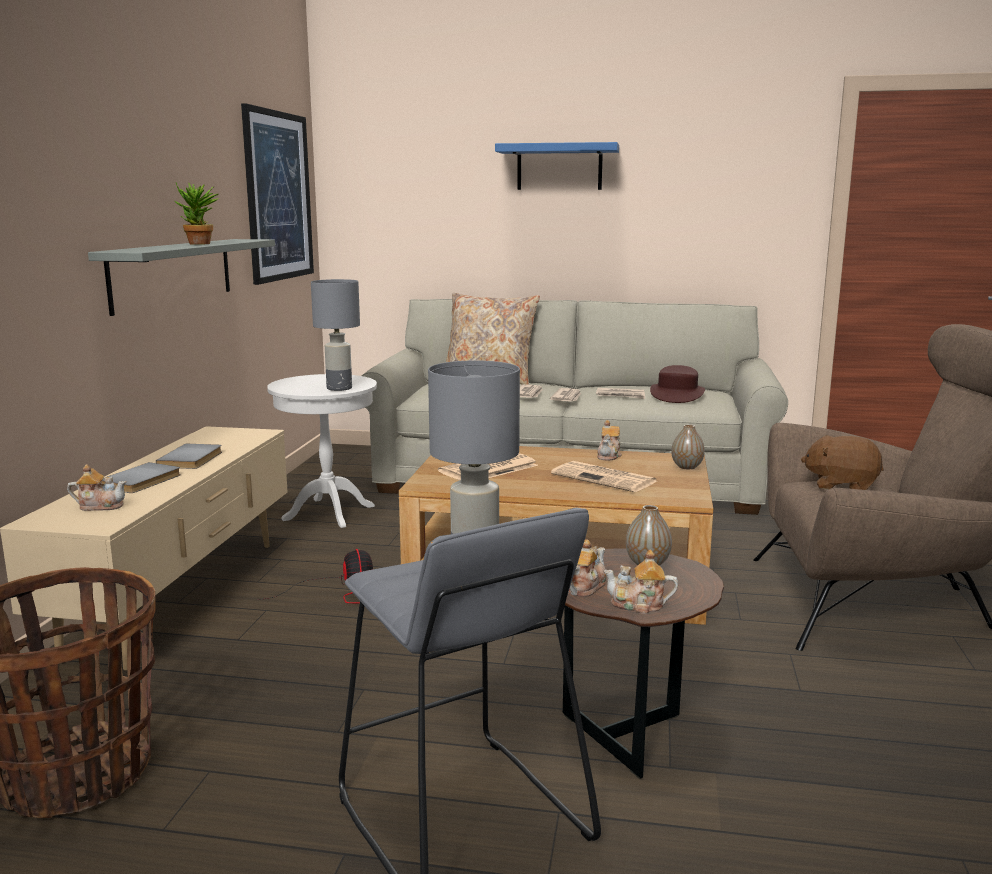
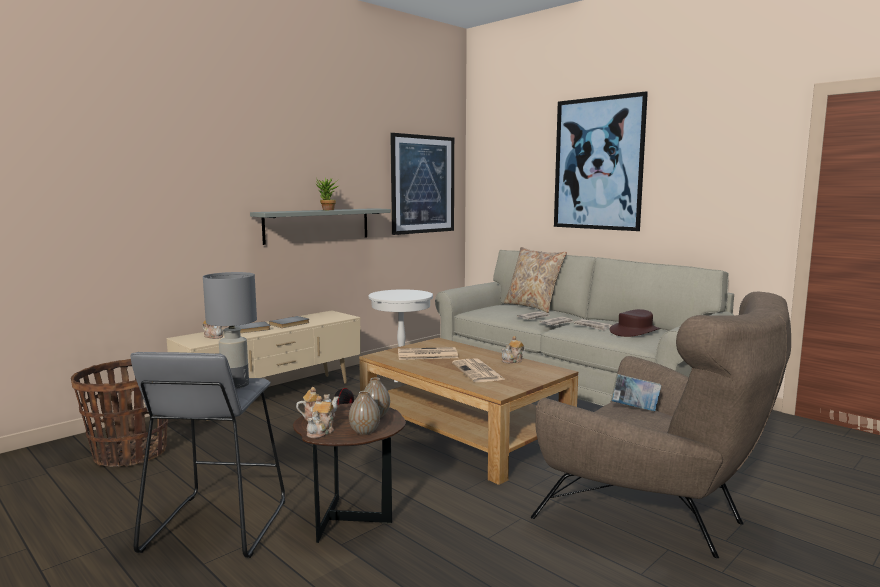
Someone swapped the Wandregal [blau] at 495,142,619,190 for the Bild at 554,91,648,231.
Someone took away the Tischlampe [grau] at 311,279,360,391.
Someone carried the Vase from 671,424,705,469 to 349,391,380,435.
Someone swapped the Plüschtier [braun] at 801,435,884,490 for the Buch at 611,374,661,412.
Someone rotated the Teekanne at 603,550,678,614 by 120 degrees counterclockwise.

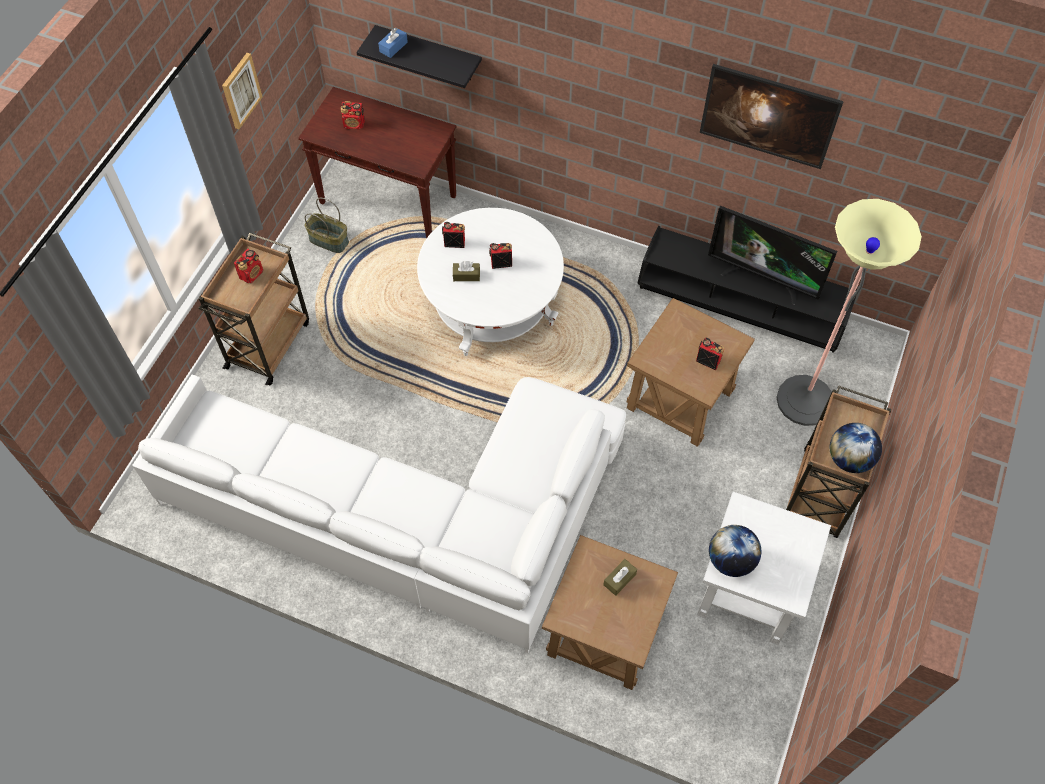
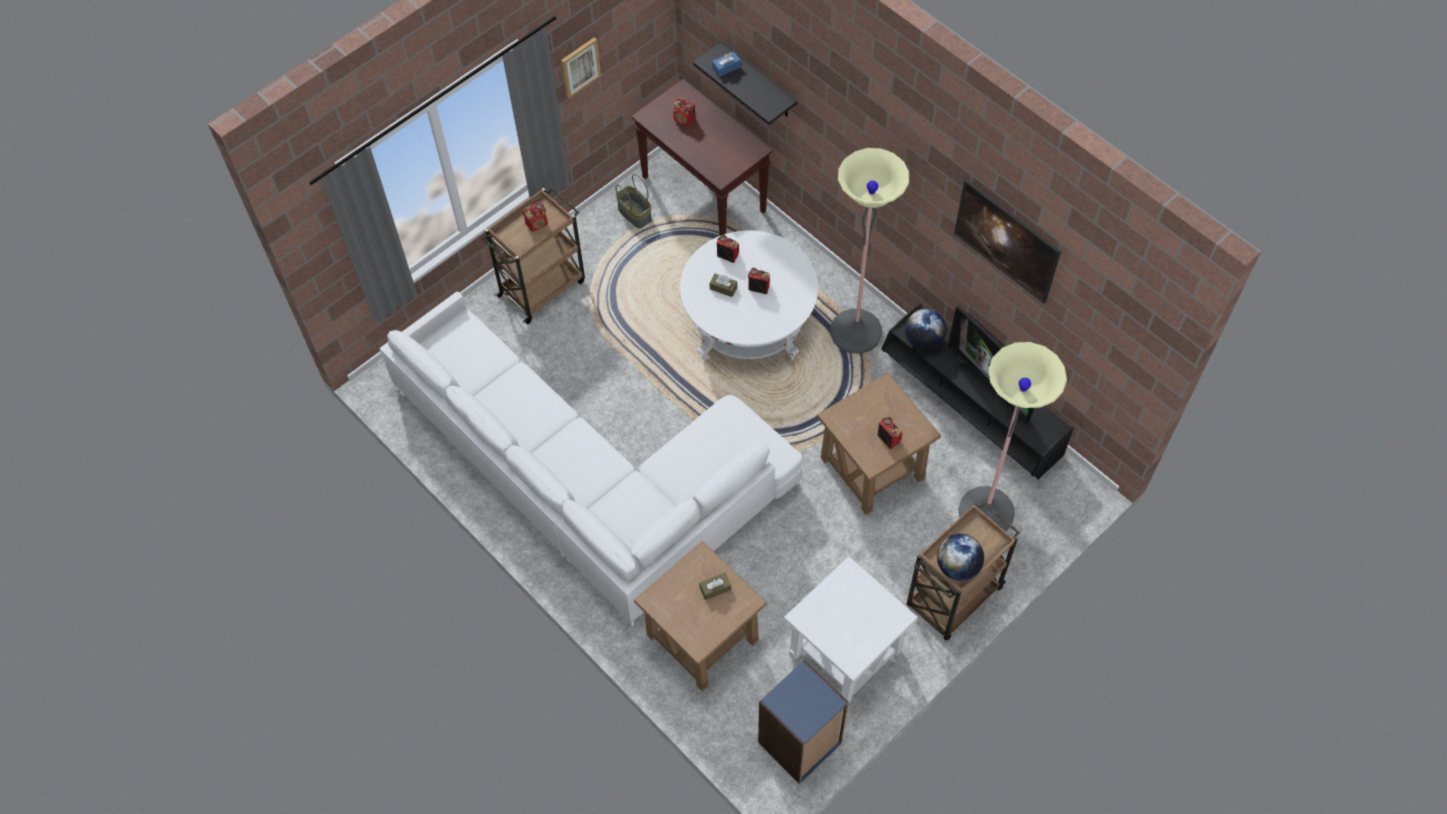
Someone carried the Globus from 709,525,761,577 to 905,309,946,350.
Someone put down the Stehlampe at 830,148,909,354.
Someone put down the Bücherregal [blau] at 758,659,849,784.

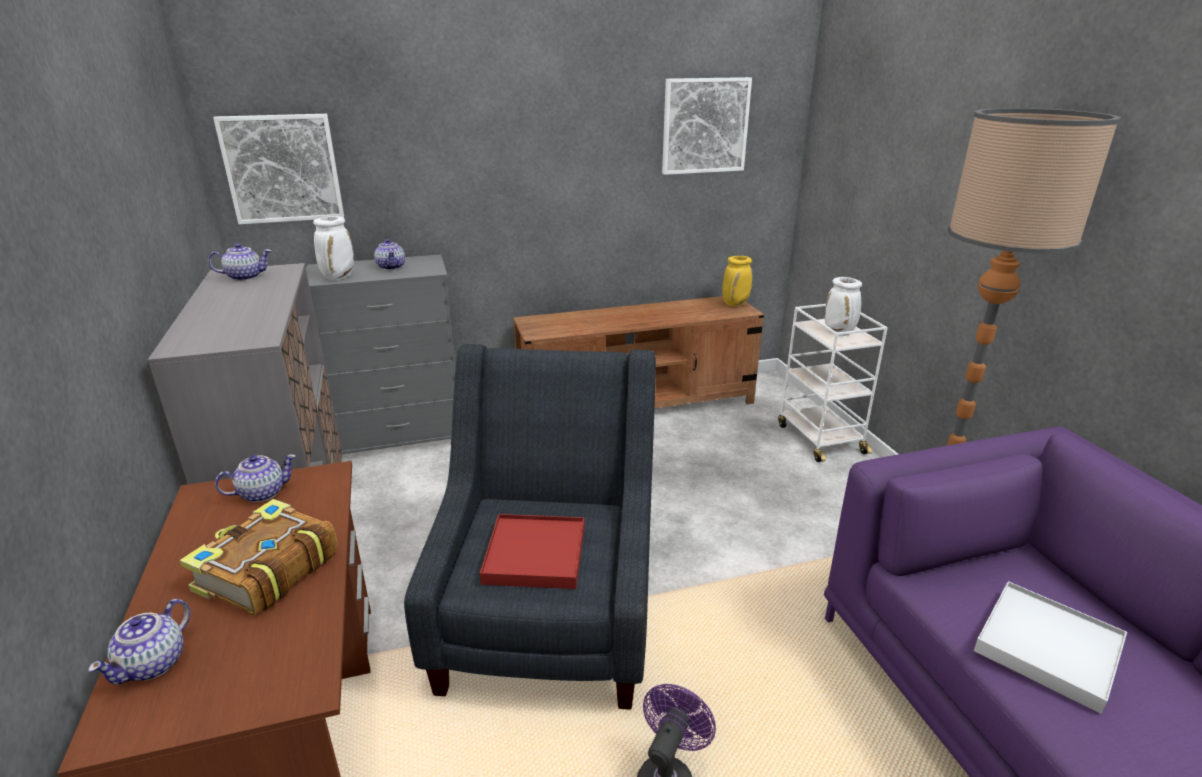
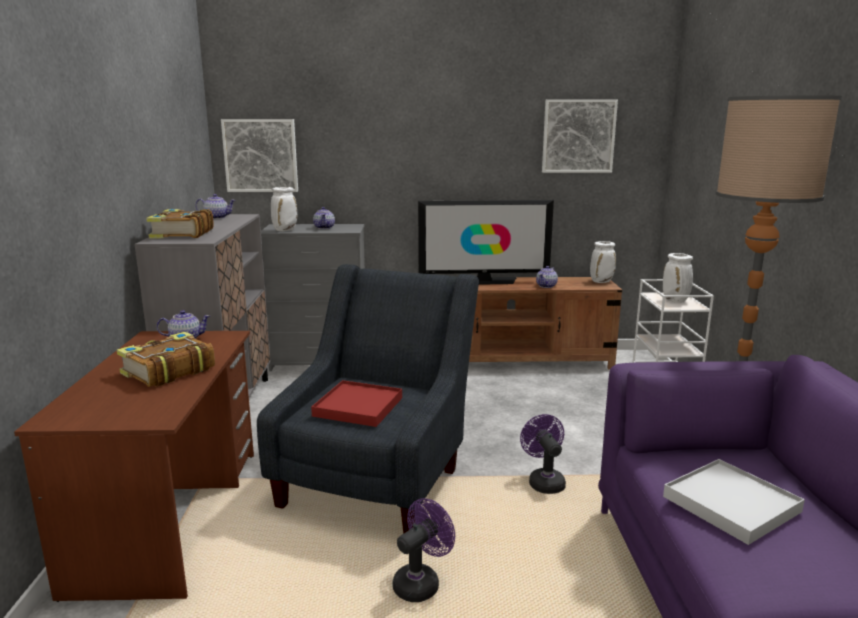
Someone repainted the Vase [gelb] at 722,256,752,306, which became the Vase [weiß] at 590,241,616,283.
Someone carried the Teekanne from 88,599,190,684 to 536,266,558,288.
Someone put down the Fernseher at 418,200,554,285.
Someone put down the Buch at 146,209,214,238.
Someone put down the Ventilator [lila] at 520,414,566,494.

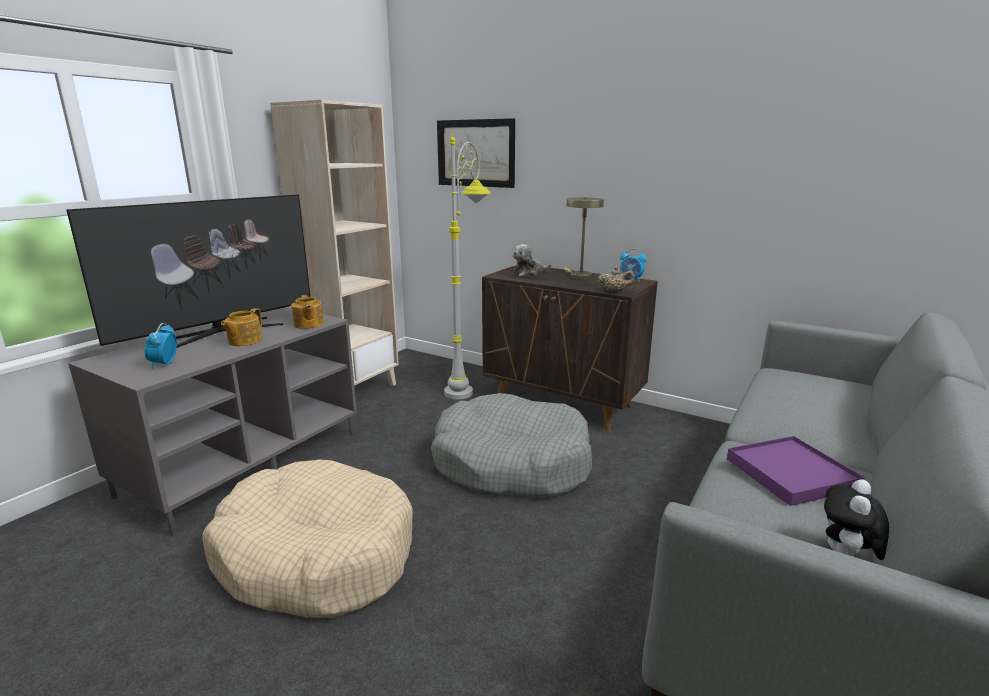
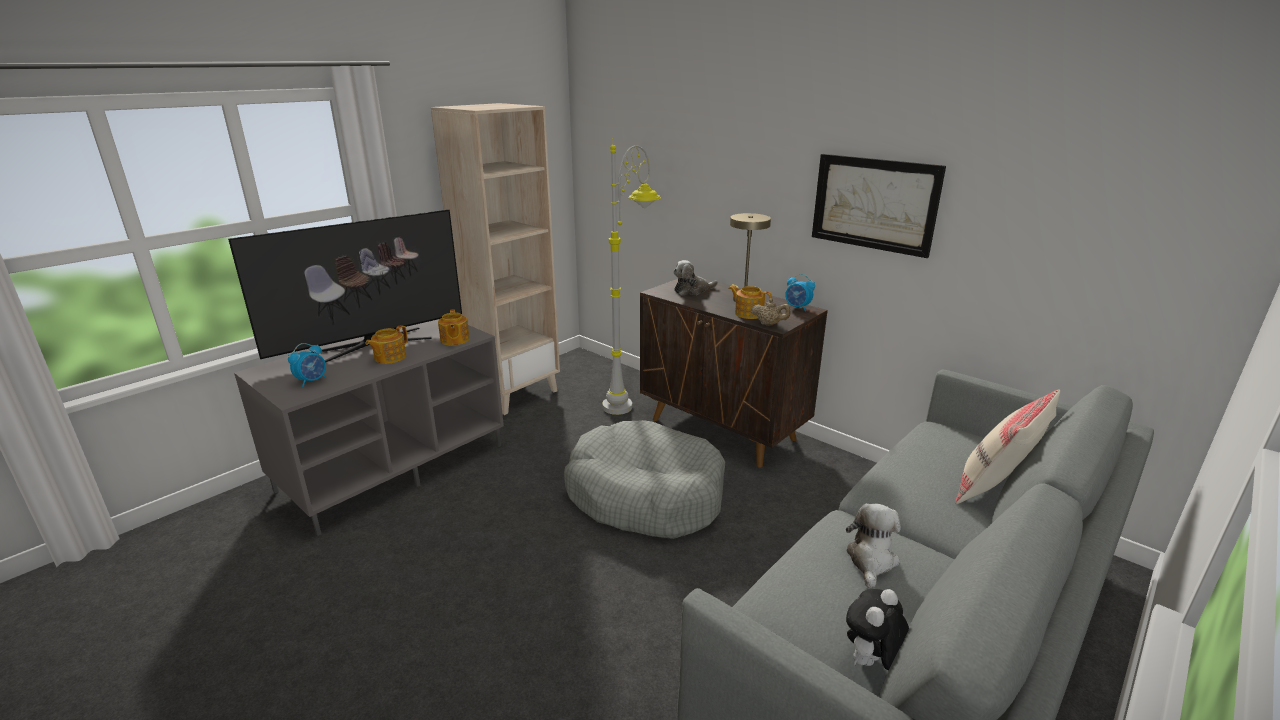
Someone carried the Bild from 437,118,515,188 to 812,154,946,258.
Someone rotated the Wecker at 145,323,177,369 by 150 degrees counterclockwise.
Someone swapped the Tablett [lila] at 727,436,865,506 for the Plüschtier at 846,503,901,589.
Someone took away the Hundebett [beige] at 202,460,412,618.
Someone put down the Teekanne at 729,286,772,319.
Someone put down the Kissen [beige] at 955,389,1060,504.

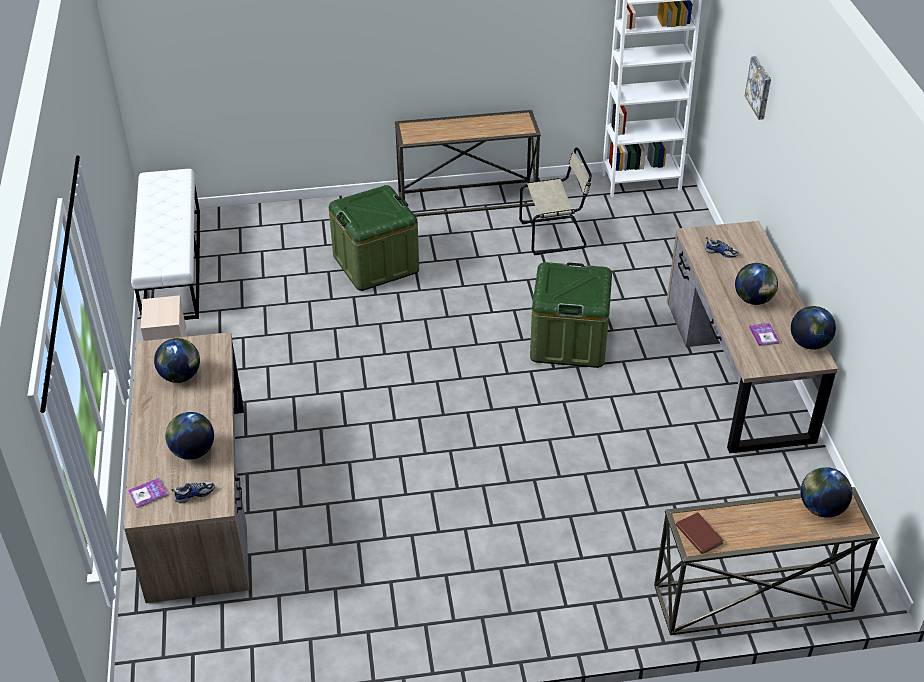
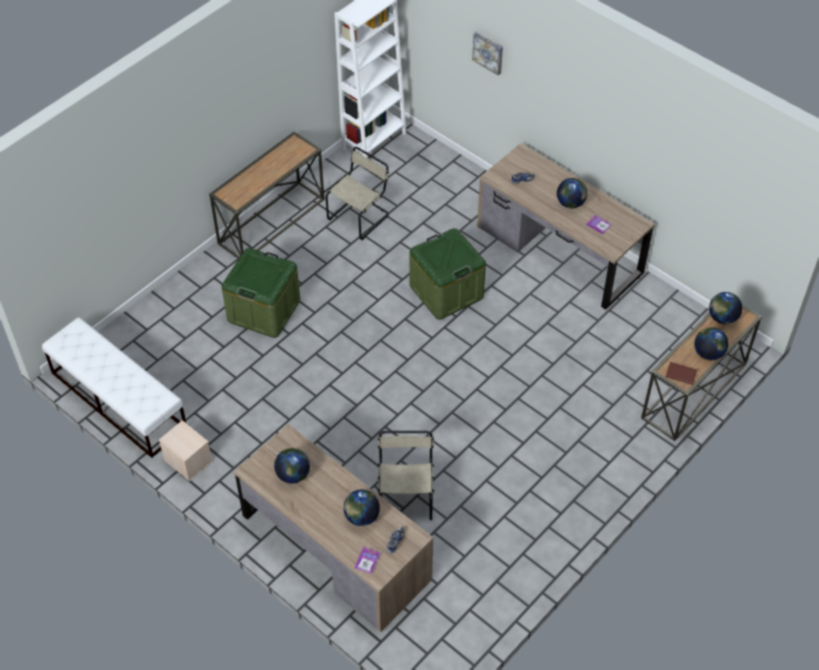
Someone carried the Globus from 791,306,836,350 to 694,327,728,360.
Someone put down the Stuhl [beige] at 378,431,434,520.

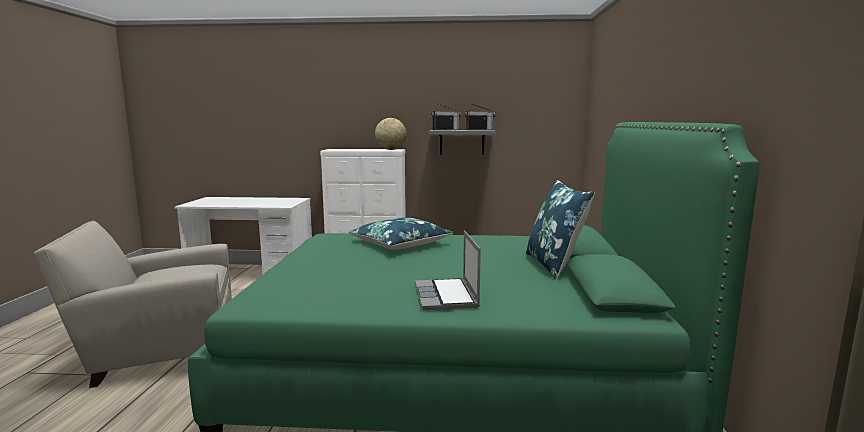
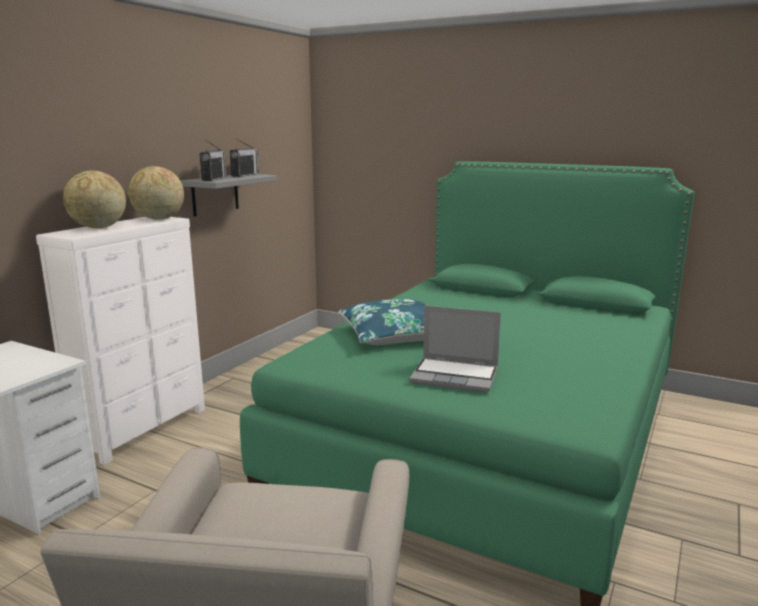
Someone took away the Kissen [blau] at 526,180,595,280.
Someone carried the Laptop from 415,231,481,310 to 409,306,501,393.
Someone put down the Globus at 63,170,126,228.

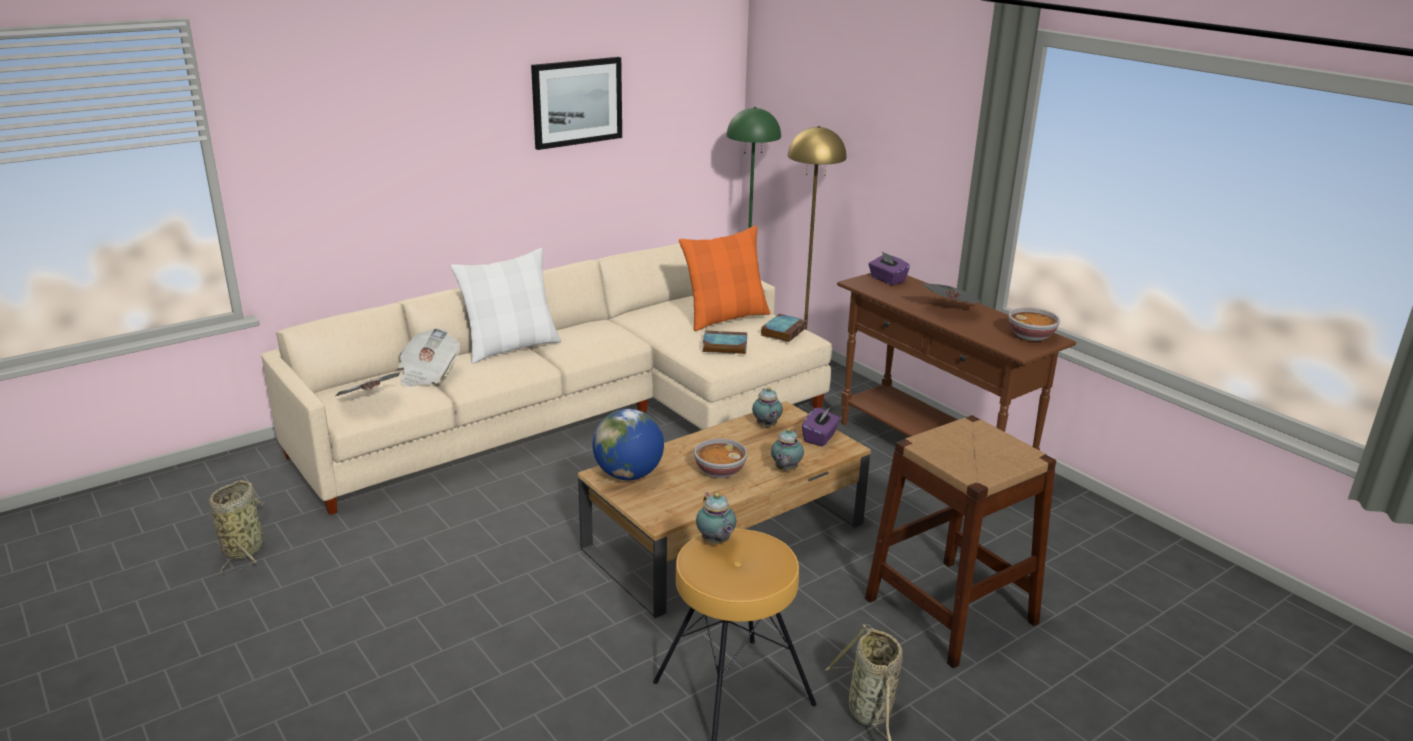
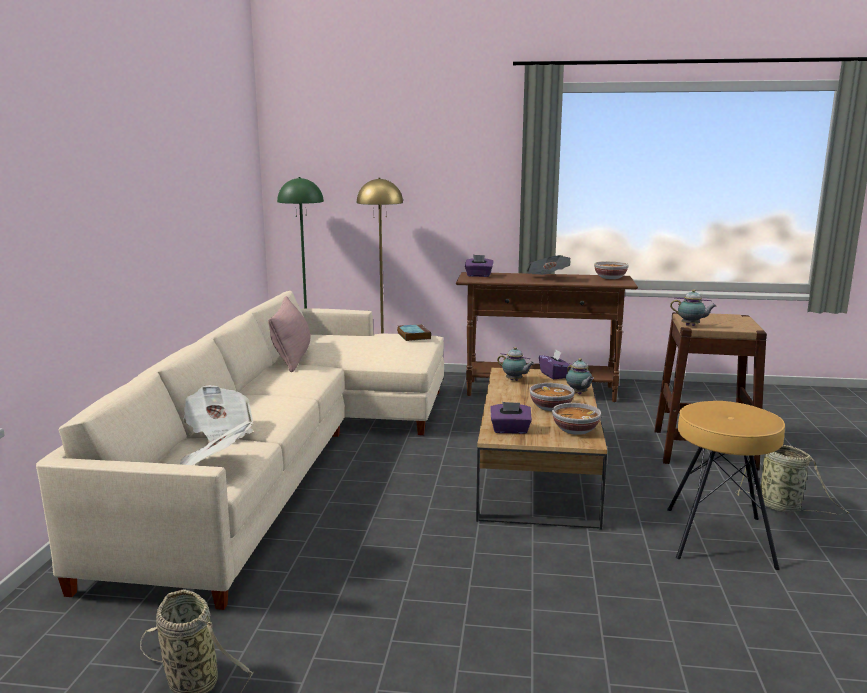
Someone took away the Bild at 531,57,622,150.
Someone took away the Kissen [orange] at 679,226,770,331.
Someone took away the Kissen [weiß] at 450,248,561,363.
Someone took away the Buch at 702,331,747,354.
Someone swapped the Globus at 592,409,664,480 for the Taschentuchbox [lila] at 490,402,532,434.
Someone carried the Teekanne from 696,493,736,544 to 670,289,716,326.
Someone put down the Kissen [rosa] at 268,296,311,372.
Someone put down the Schüssel at 552,403,601,435.

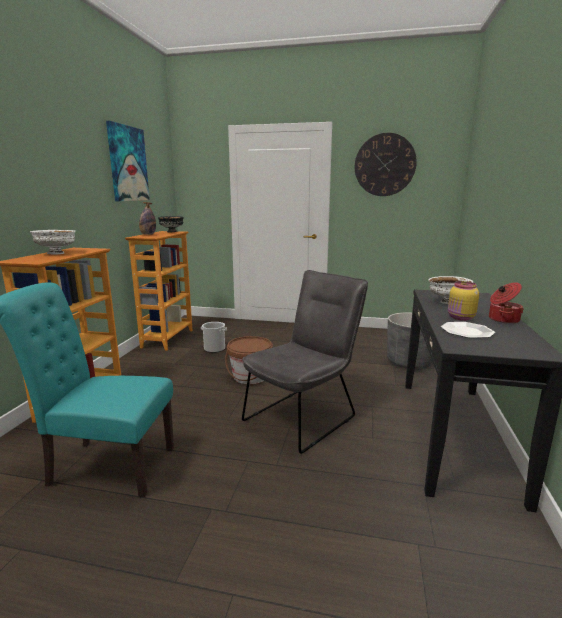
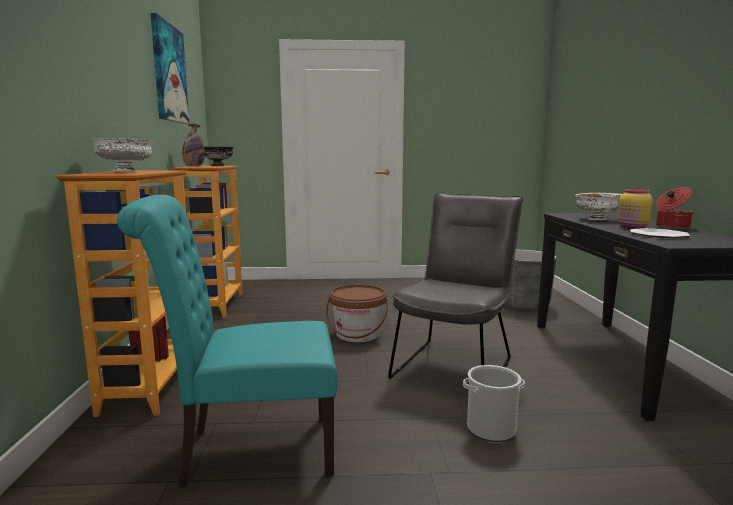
Someone took away the Wanduhr at 355,133,417,196.
Someone carried the Eimer from 201,322,227,353 to 463,365,525,442.

